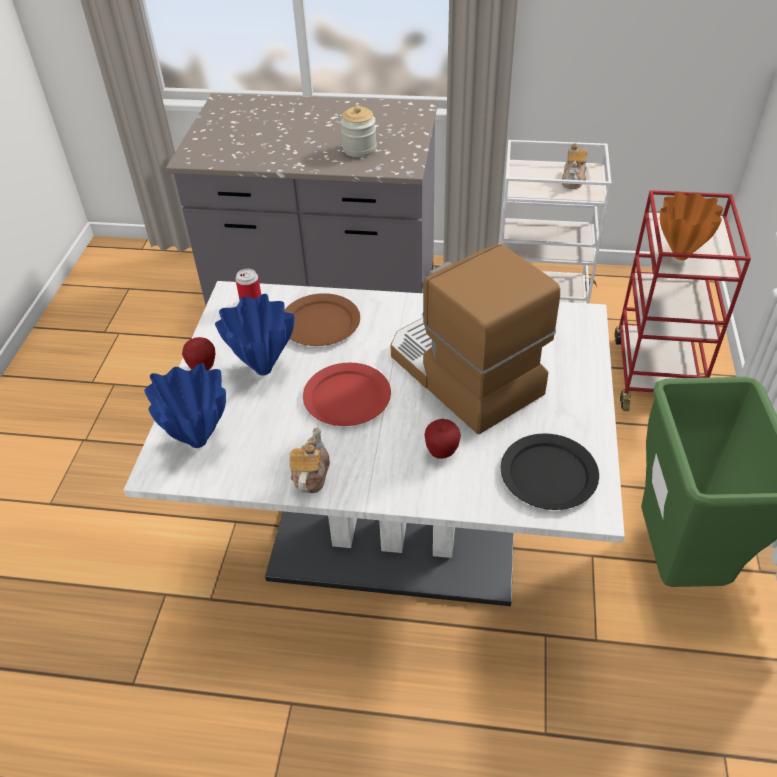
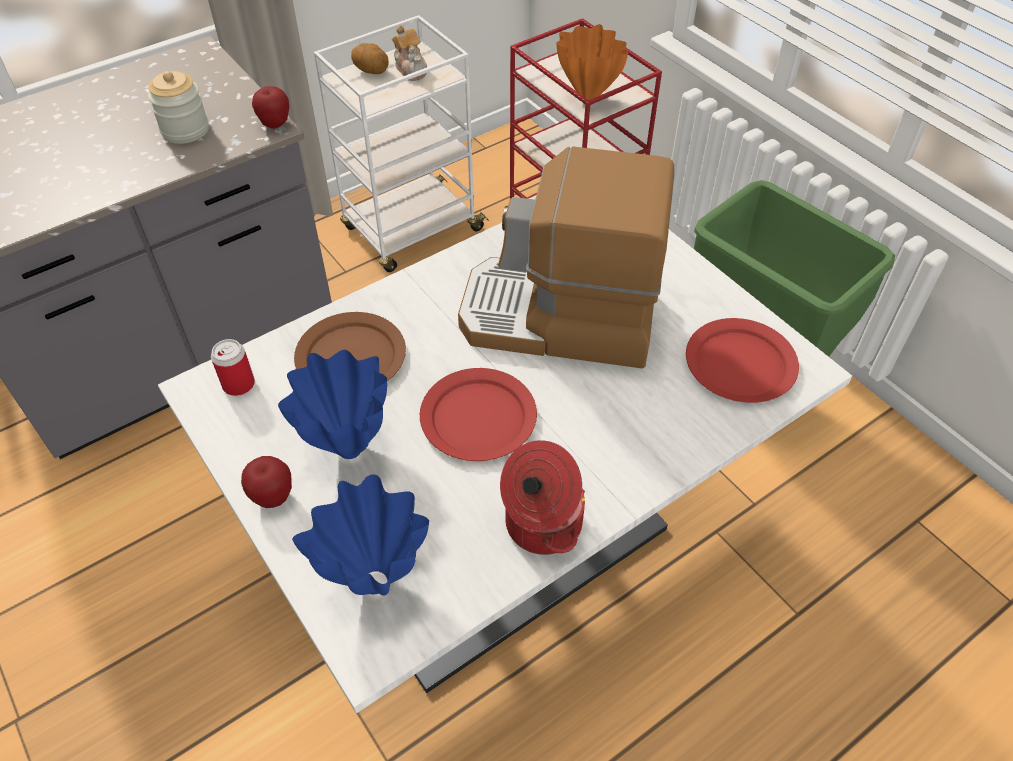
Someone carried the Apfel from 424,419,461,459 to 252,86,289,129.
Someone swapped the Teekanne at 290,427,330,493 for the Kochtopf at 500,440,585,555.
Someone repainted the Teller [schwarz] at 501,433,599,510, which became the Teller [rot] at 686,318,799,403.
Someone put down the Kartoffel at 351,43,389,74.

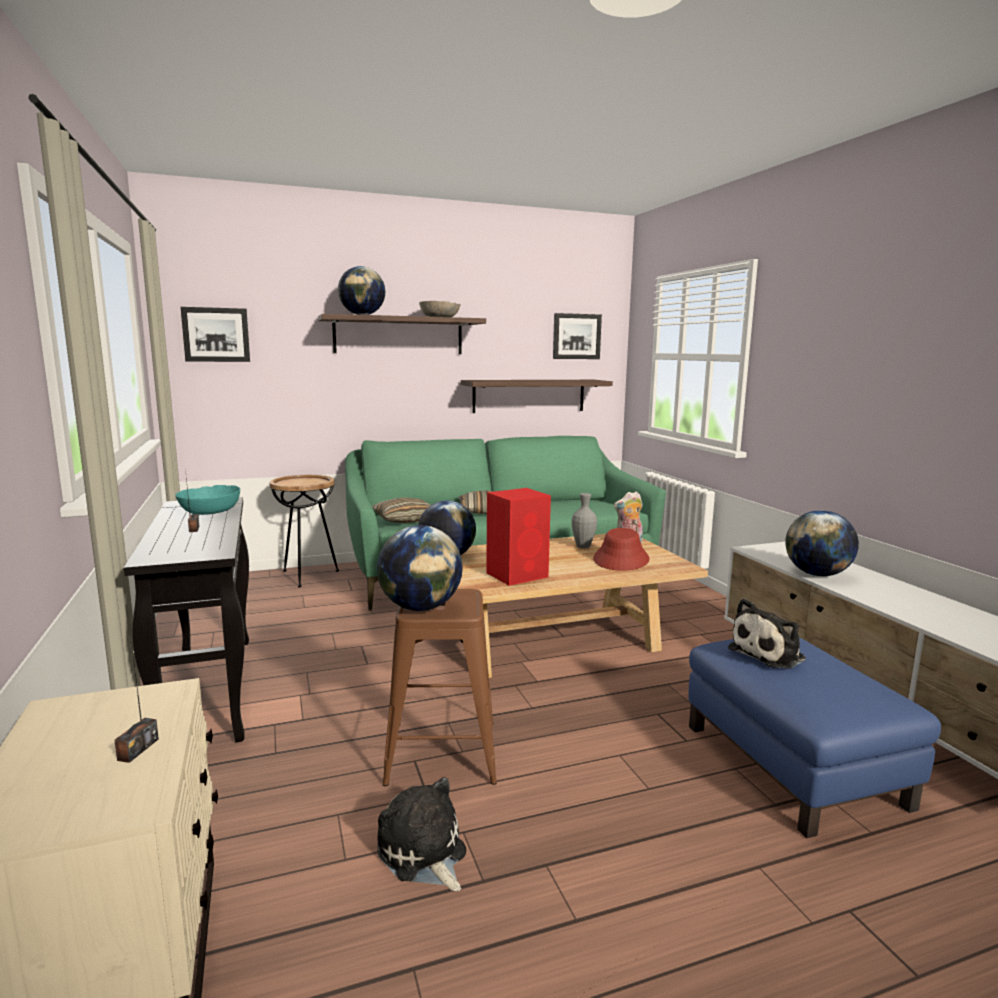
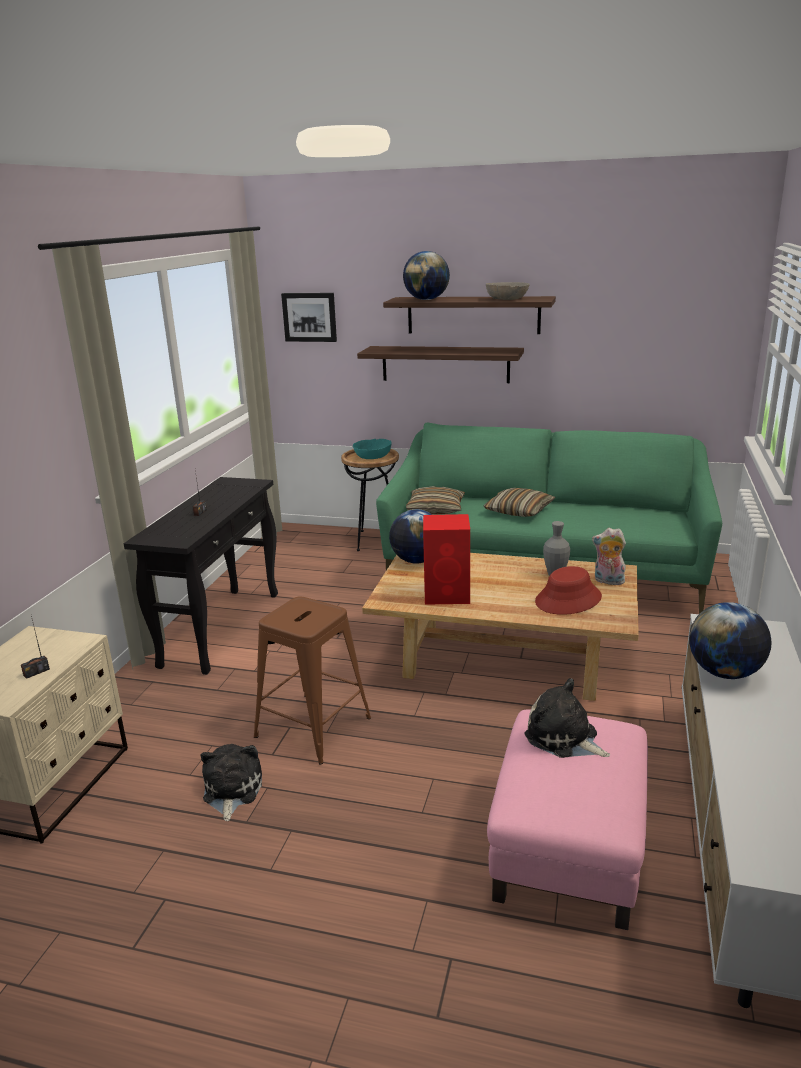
Someone took away the Bild at 553,313,602,359.
Someone carried the Wandregal from 461,380,613,413 to 357,346,524,383.
Someone carried the Schüssel [türkis] from 175,485,240,515 to 353,439,392,459.
Someone took away the Globus at 377,525,463,611.
Someone rotated the Plüschtier at 728,598,806,669 by 45 degrees clockwise.
Someone repainted the Polsterhocker [blau] at 688,637,941,838, which became the Polsterhocker [rosa] at 487,709,648,930.

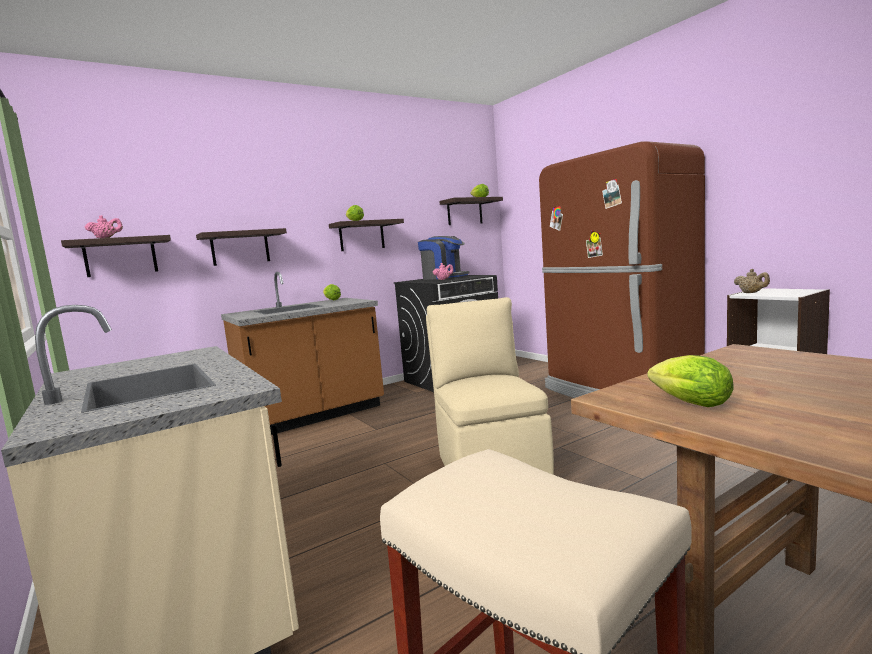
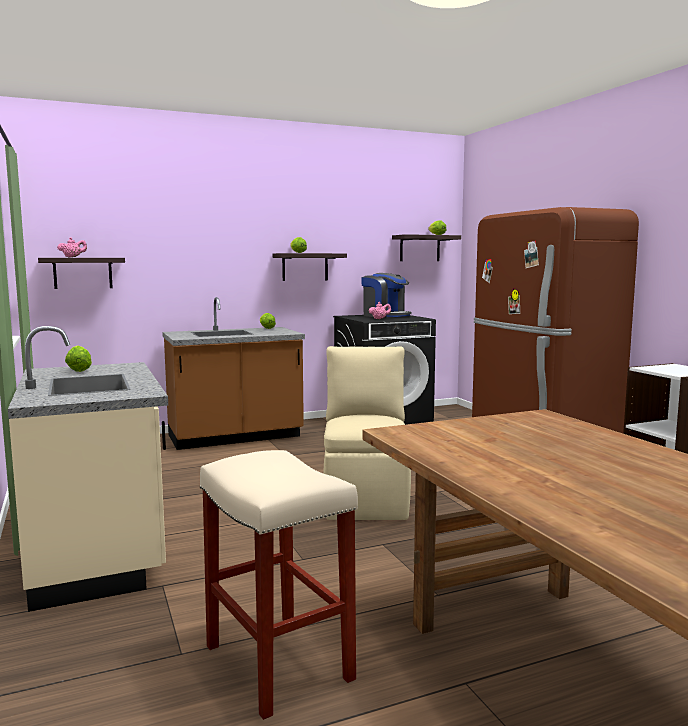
Someone took away the Wandregal at 196,228,287,266.
Someone took away the Teekanne [beige] at 734,269,770,293.
Someone carried the Salatkopf from 648,355,733,407 to 65,346,92,372.

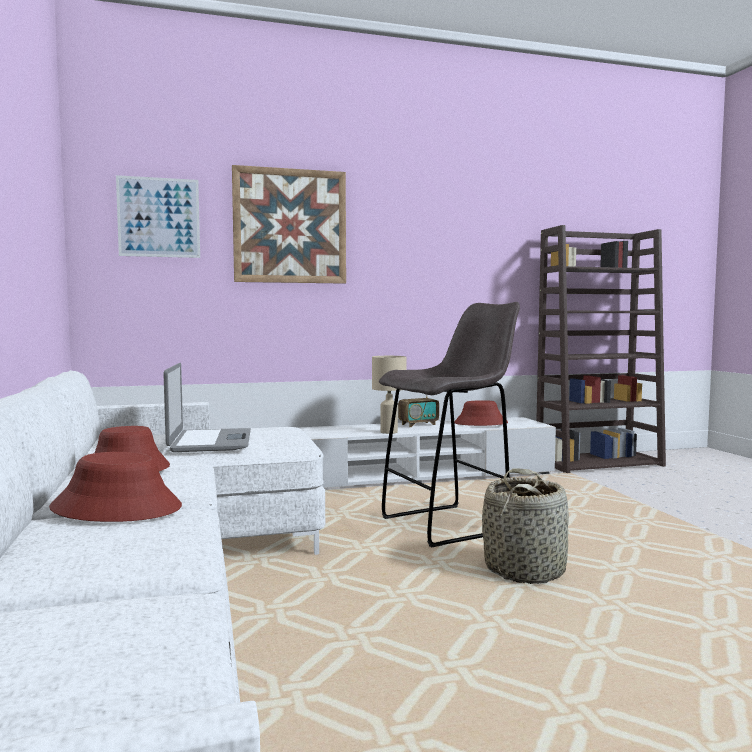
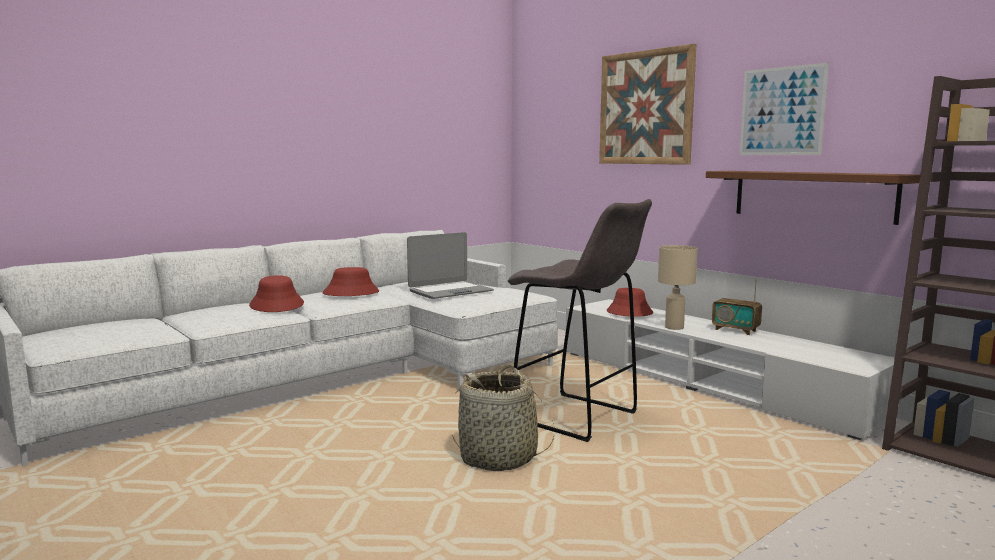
Someone carried the Bild from 116,175,200,258 to 739,63,829,155.
Someone carried the Hut [rot] from 454,400,508,426 to 607,288,653,317.
Someone put up the Wandregal [braun] at 706,171,920,225.

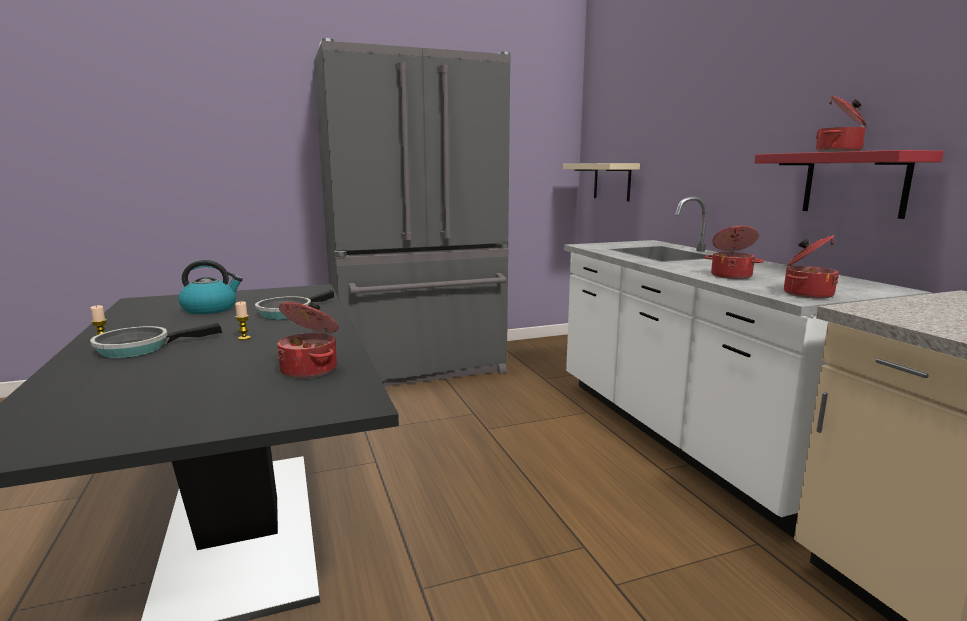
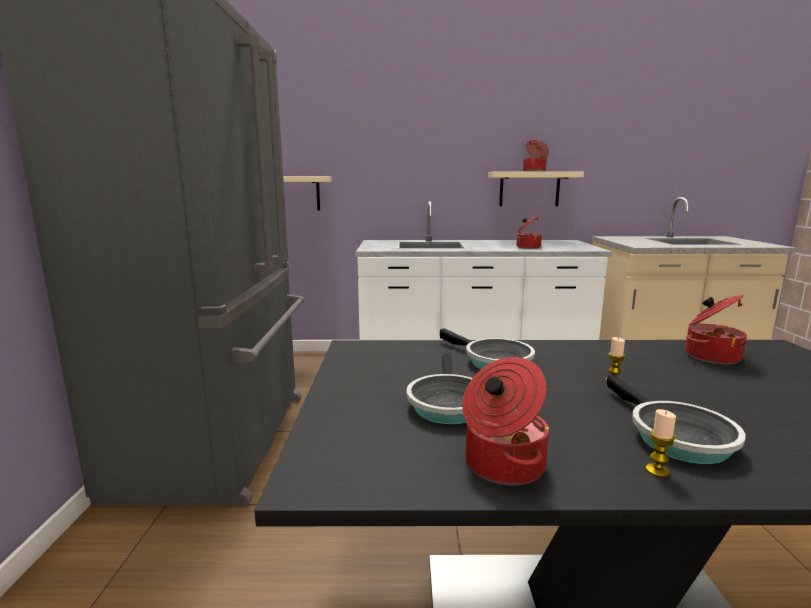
Someone repainted the Wandregal [rot] at 754,150,944,219, which became the Wandregal [beige] at 488,171,584,206.
Someone carried the Kochtopf from 784,235,839,299 to 462,357,549,485.
Someone swapped the Wasserkessel at 178,260,243,314 for the Pfanne at 406,353,472,425.

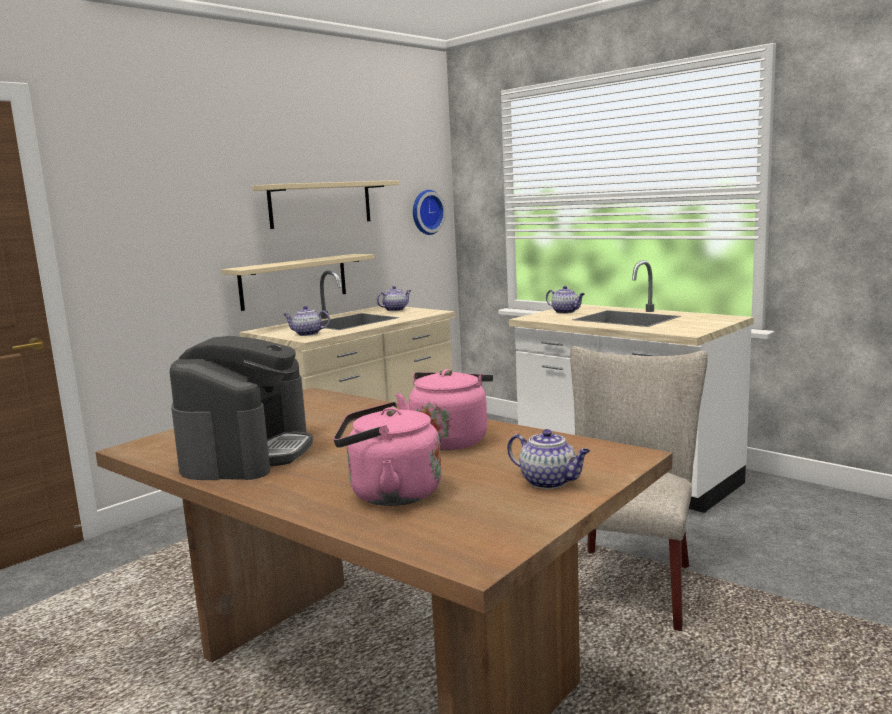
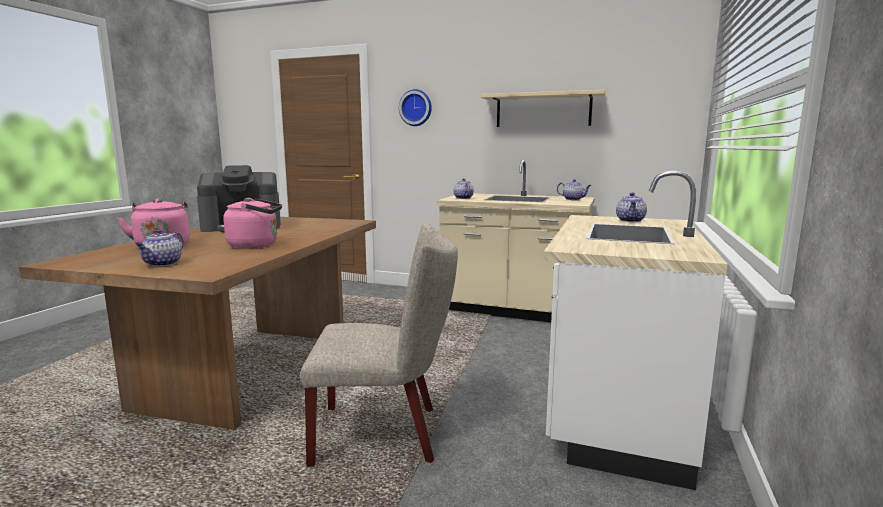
Someone carried the Wanduhr from 413,190,446,235 to 399,89,432,126.
Someone took away the Wandregal [beige] at 222,254,375,311.

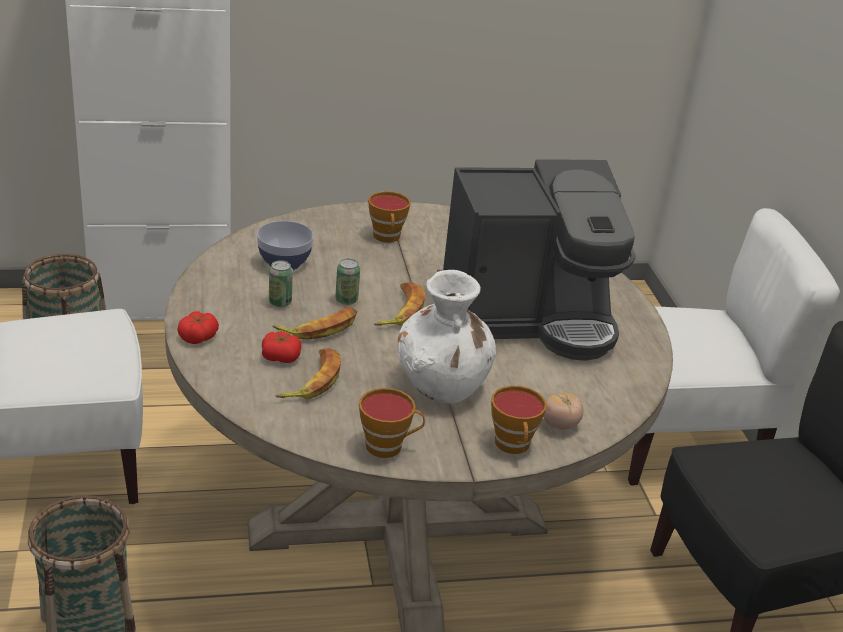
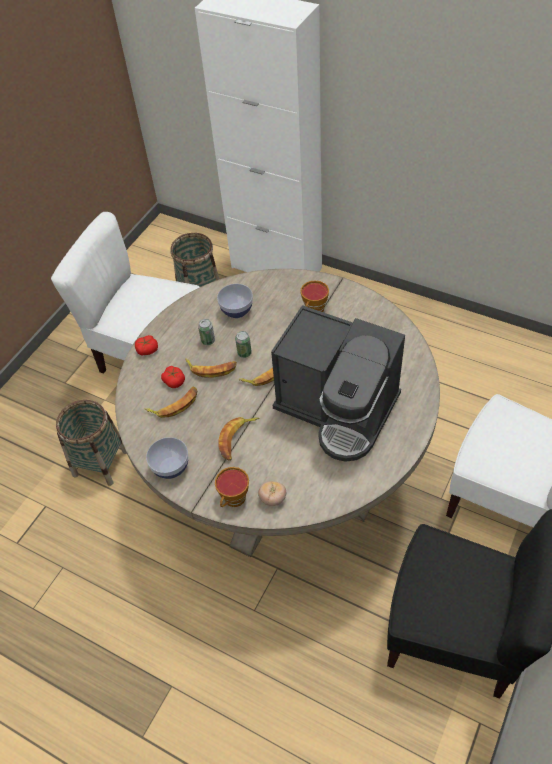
Someone swapped the Vase [weiß] at 398,270,496,404 for the Banane at 219,417,259,461.
Someone swapped the Tasse at 359,388,425,458 for the Schüssel at 146,437,188,479.

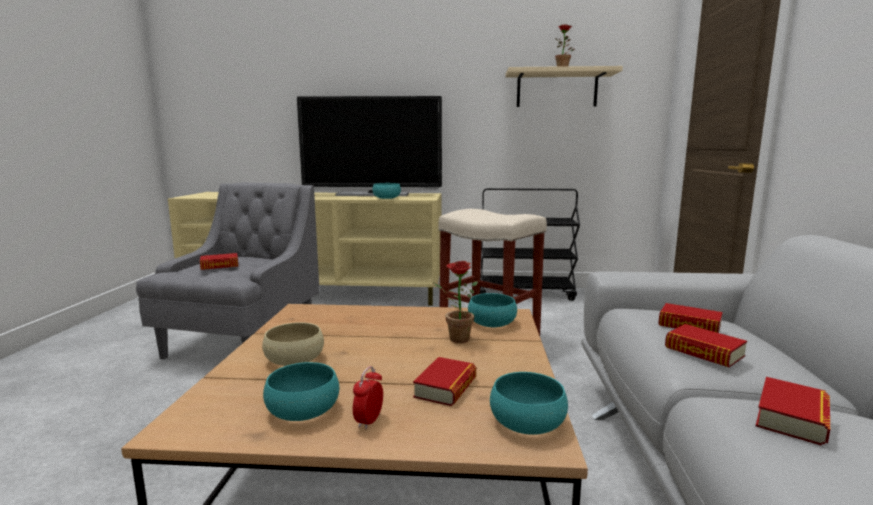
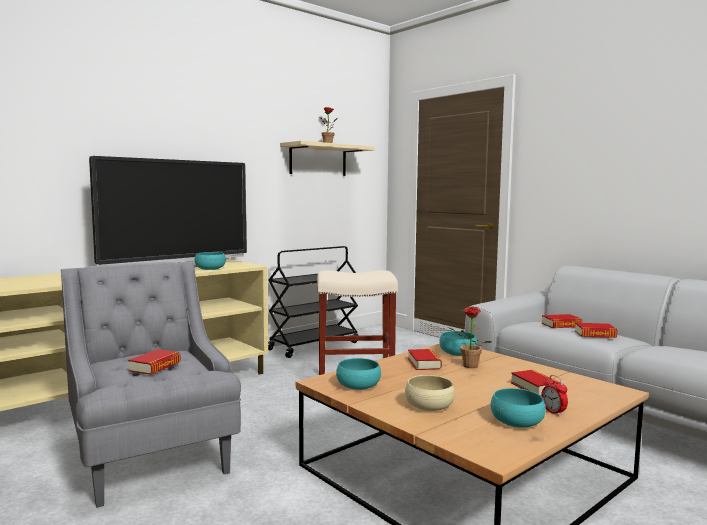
Someone carried the Schüssel [türkis] from 490,372,568,435 to 336,358,381,390.
Someone carried the Buch from 756,377,830,446 to 408,349,442,370.

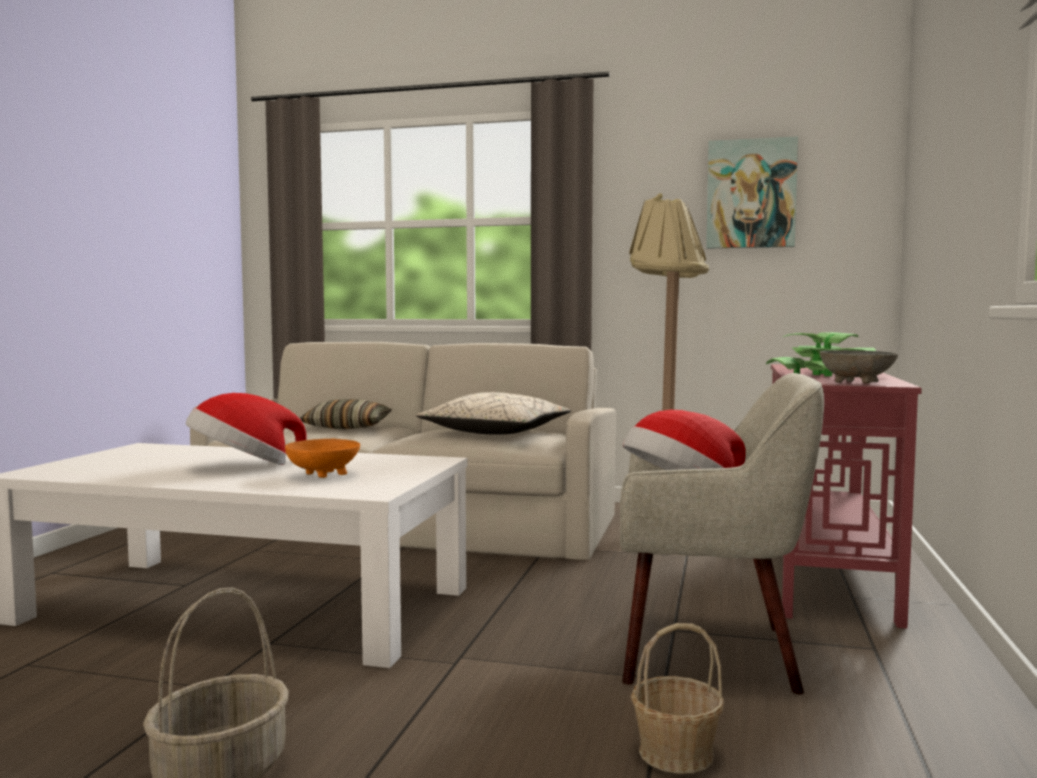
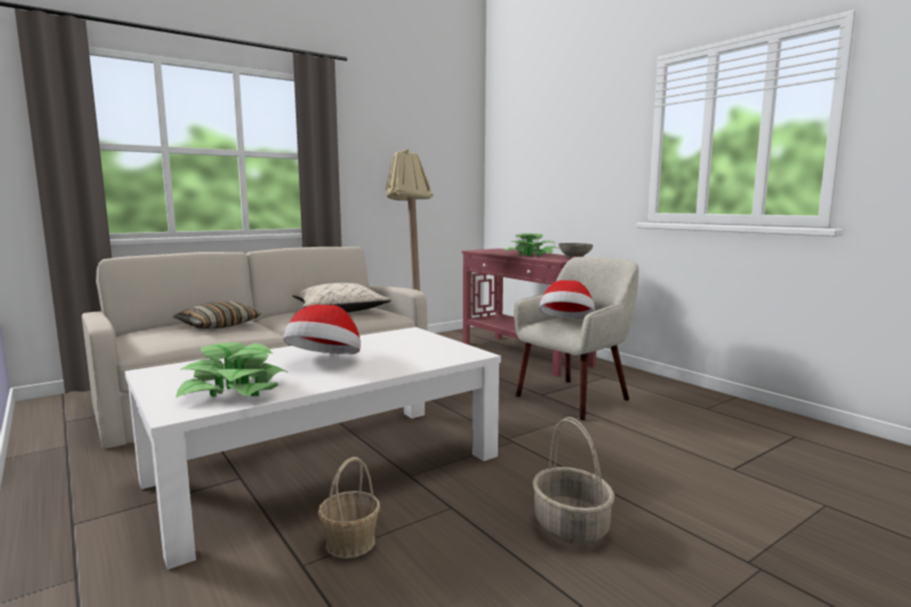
Someone took away the Bild at 706,136,798,249.
Someone took away the Schüssel [orange] at 285,439,360,478.
Someone carried the Korb from 631,623,724,774 to 318,457,380,558.
Someone put down the Topfpflanze at 176,342,287,398.

